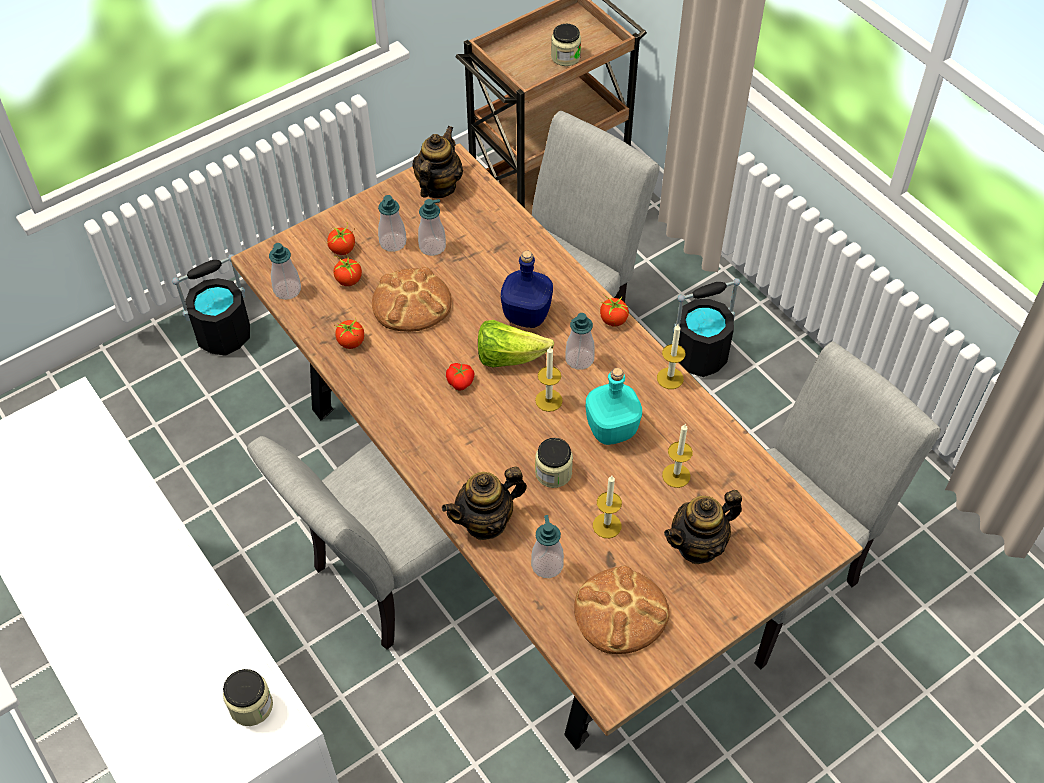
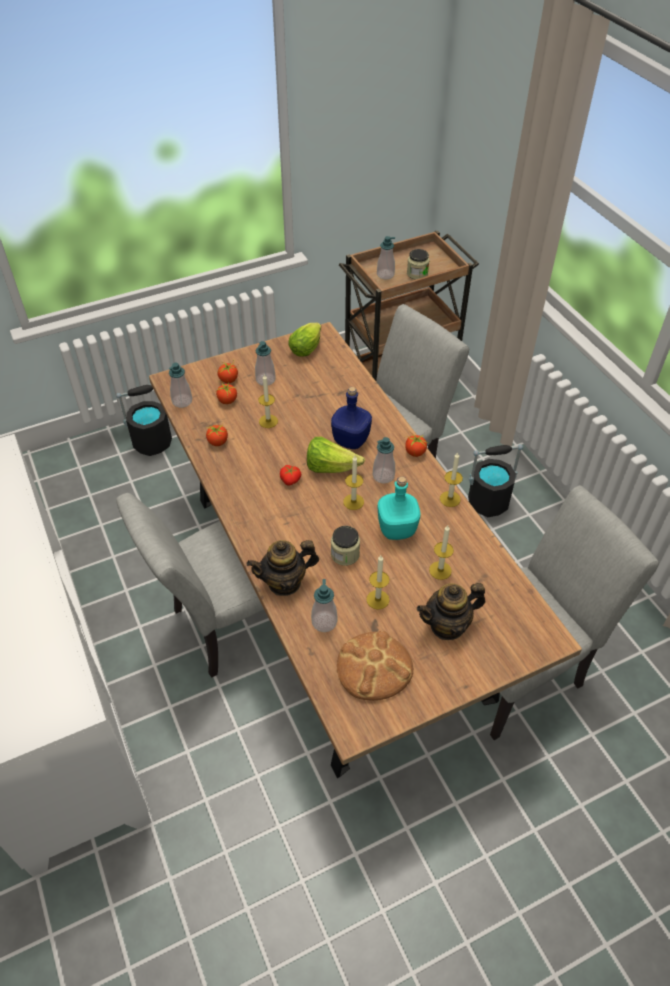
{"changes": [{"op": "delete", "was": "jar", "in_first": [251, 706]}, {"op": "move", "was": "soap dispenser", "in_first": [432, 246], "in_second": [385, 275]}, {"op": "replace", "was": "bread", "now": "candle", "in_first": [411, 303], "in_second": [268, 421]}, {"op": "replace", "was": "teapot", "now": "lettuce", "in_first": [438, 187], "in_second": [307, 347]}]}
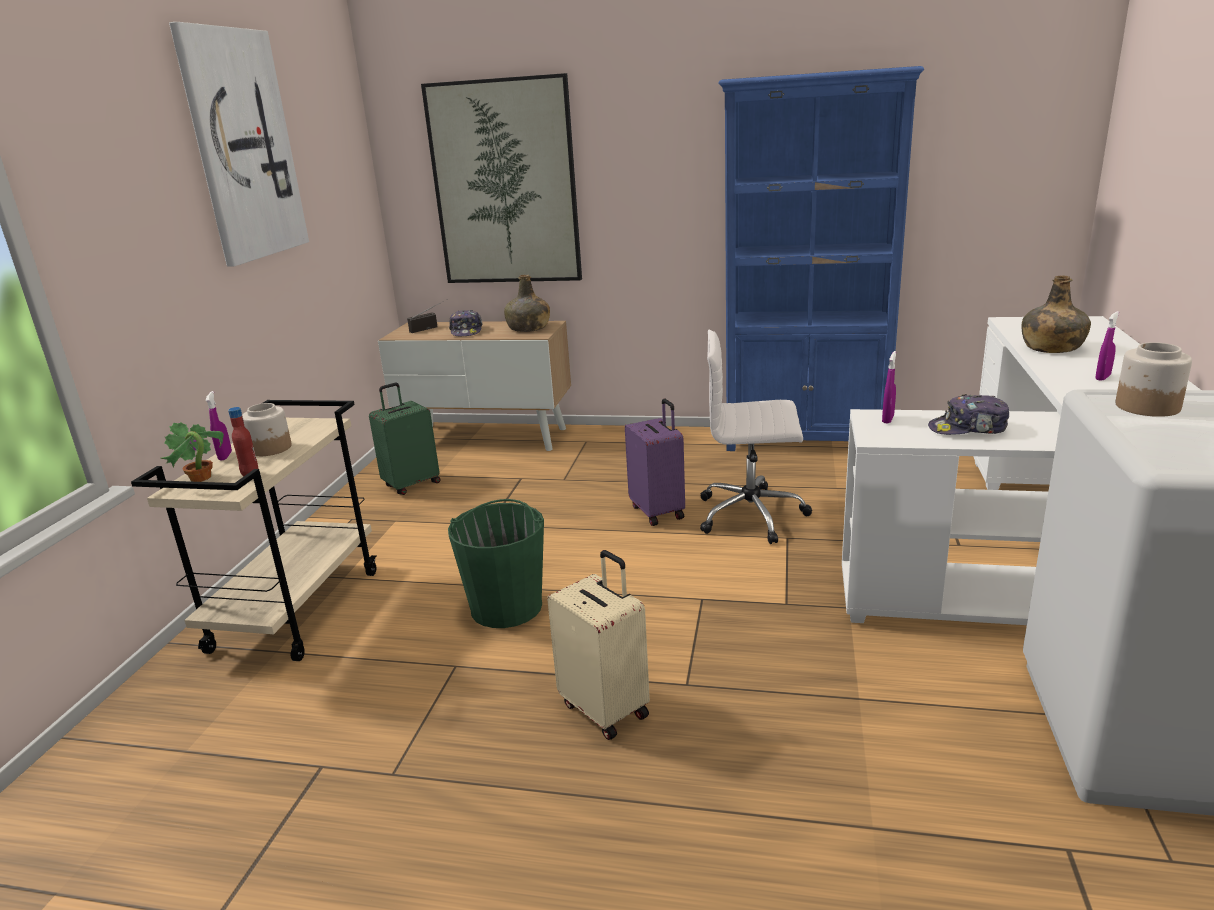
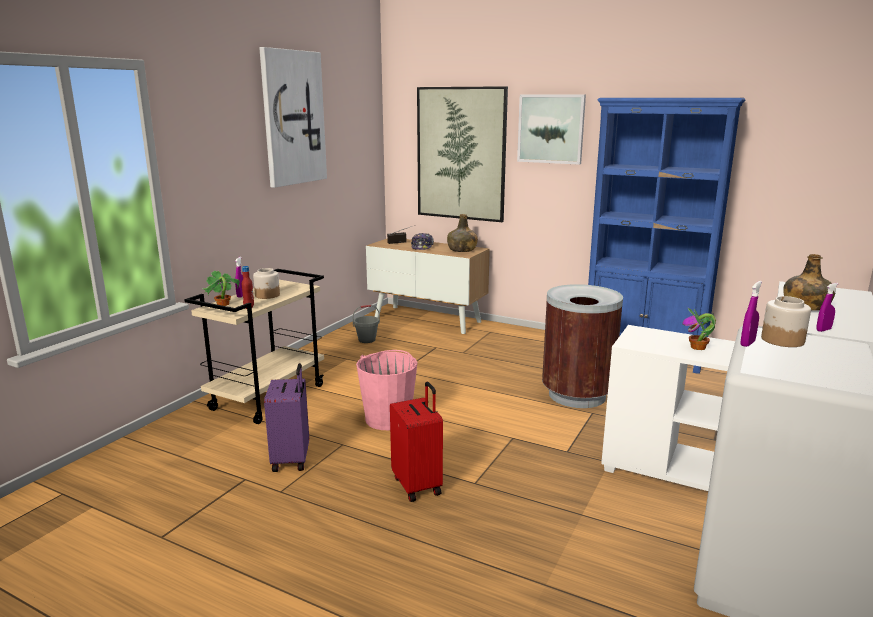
{"changes": [{"op": "insert", "now": "picture", "in_second": [551, 129]}, {"op": "move", "was": "purple suitcase", "in_first": [658, 512], "in_second": [292, 459]}, {"op": "move", "was": "purple spray bottle", "in_first": [888, 419], "in_second": [747, 343]}, {"op": "replace", "was": "green suitcase", "now": "grey bucket", "in_first": [411, 484], "in_second": [367, 340]}, {"op": "replace", "was": "white office chair", "now": "brown trash can", "in_first": [752, 515], "in_second": [576, 395]}, {"op": "replace", "was": "cap", "now": "potted plant", "in_first": [968, 429], "in_second": [698, 347]}, {"op": "recolor", "was": "green bucket", "now": "pink bucket", "in_first": [506, 606], "in_second": [388, 418]}, {"op": "recolor", "was": "beige suitcase", "now": "red suitcase", "in_first": [606, 709], "in_second": [418, 485]}]}
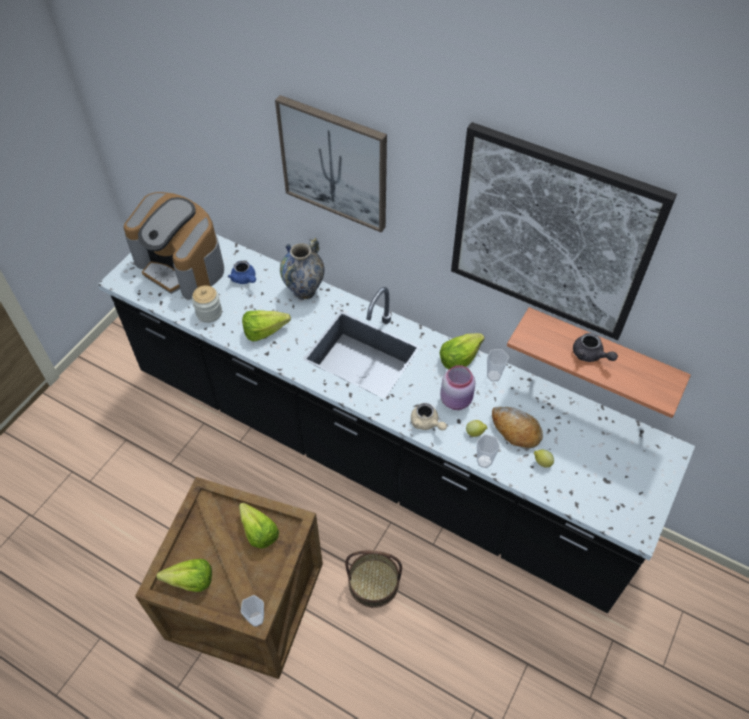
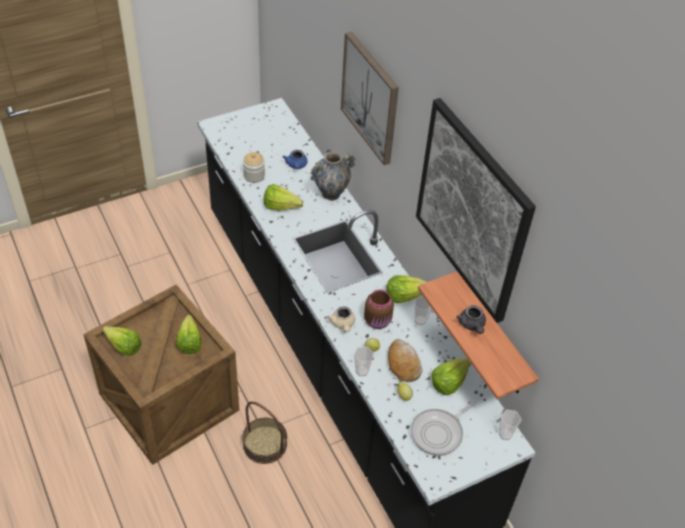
{"changes": [{"op": "delete", "was": "coffee machine", "in_first": [182, 265]}, {"op": "insert", "now": "frying pan", "in_second": [439, 433]}, {"op": "insert", "now": "lettuce", "in_second": [449, 381]}, {"op": "move", "was": "cup", "in_first": [256, 619], "in_second": [505, 434]}, {"op": "recolor", "was": "pink jar", "now": "brown jar", "in_first": [457, 400], "in_second": [378, 321]}]}
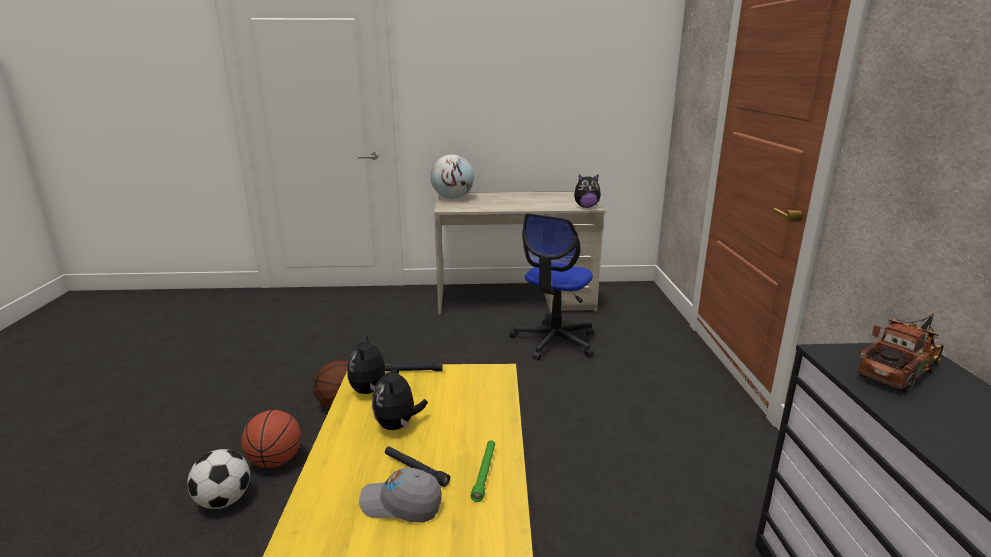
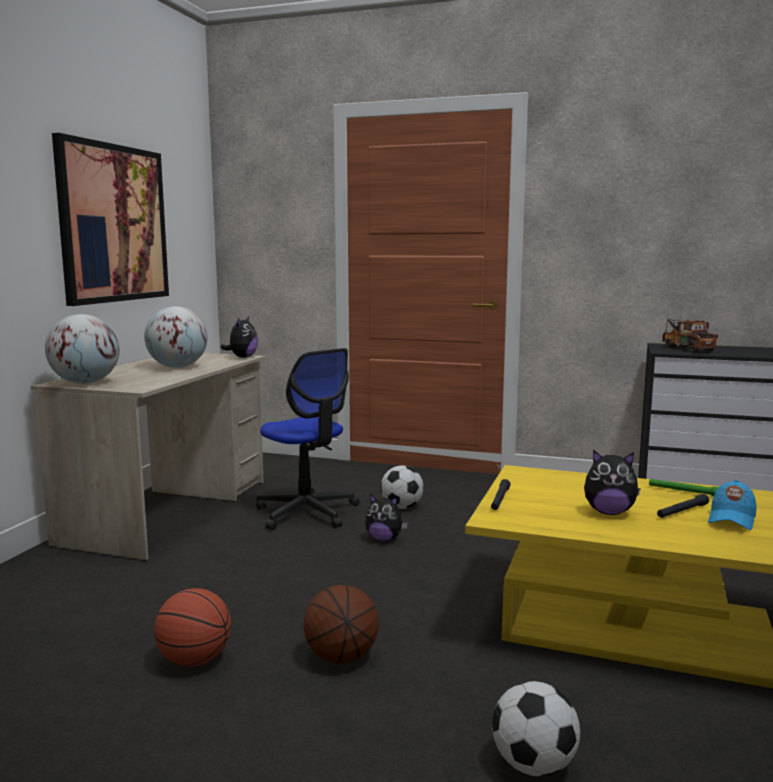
{"changes": [{"op": "insert", "now": "picture", "in_second": [114, 224]}, {"op": "insert", "now": "globe", "in_second": [177, 367]}, {"op": "insert", "now": "football", "in_second": [402, 507]}, {"op": "move", "was": "basketball", "in_first": [275, 461], "in_second": [194, 660]}, {"op": "move", "was": "plush toy", "in_first": [371, 390], "in_second": [384, 539]}, {"op": "recolor", "was": "grey cap", "now": "blue cap", "in_first": [401, 504], "in_second": [731, 519]}]}
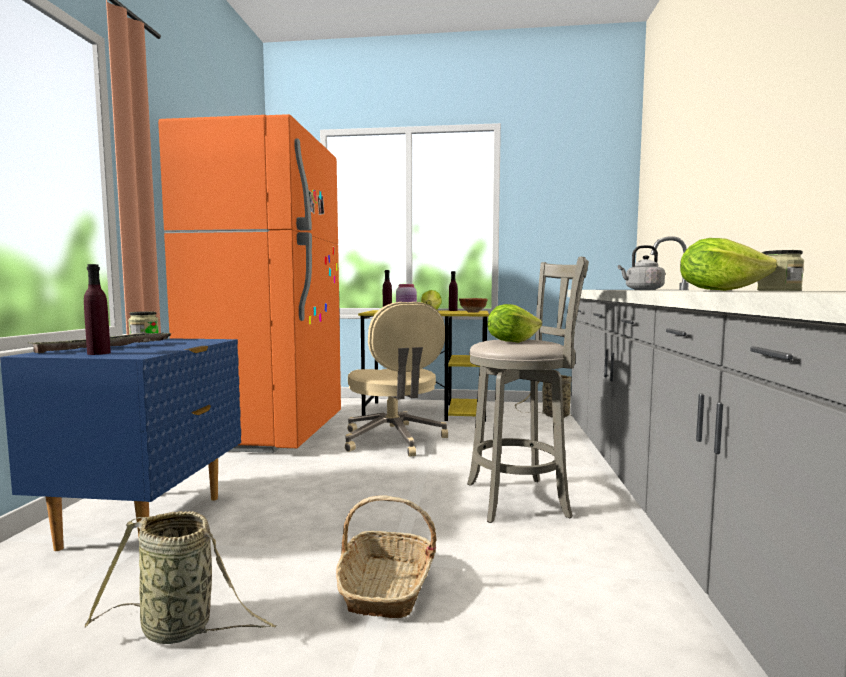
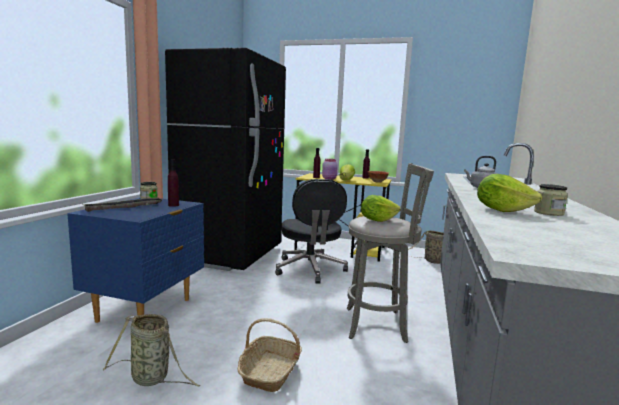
{"changes": [{"op": "move", "was": "purple bottle", "in_first": [99, 353], "in_second": [173, 205]}, {"op": "recolor", "was": "orange fridge", "now": "black fridge", "in_first": [268, 432], "in_second": [230, 254]}, {"op": "recolor", "was": "beige office chair", "now": "black office chair", "in_first": [394, 440], "in_second": [310, 269]}]}
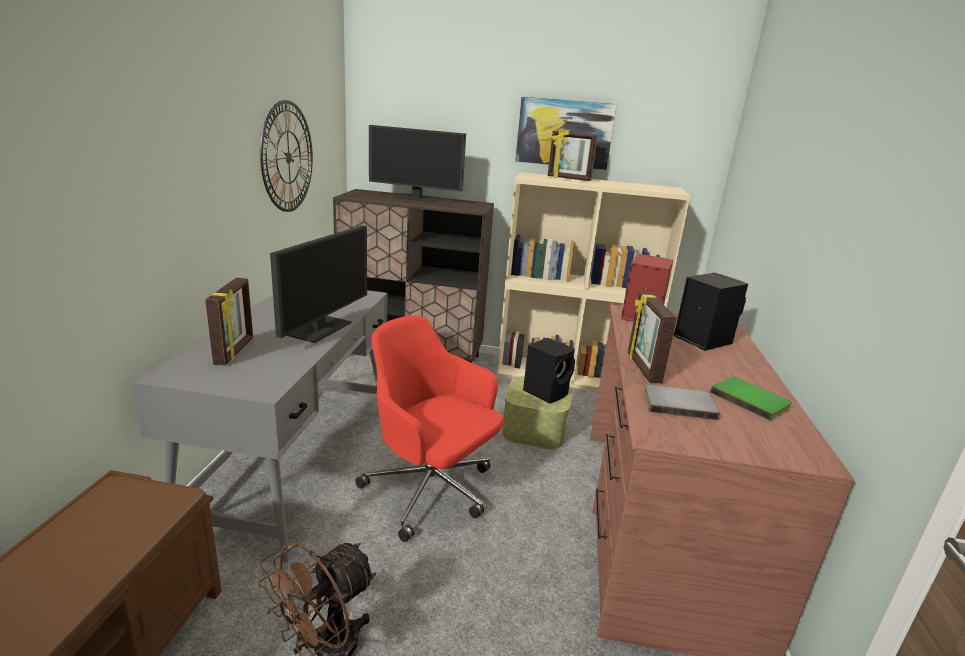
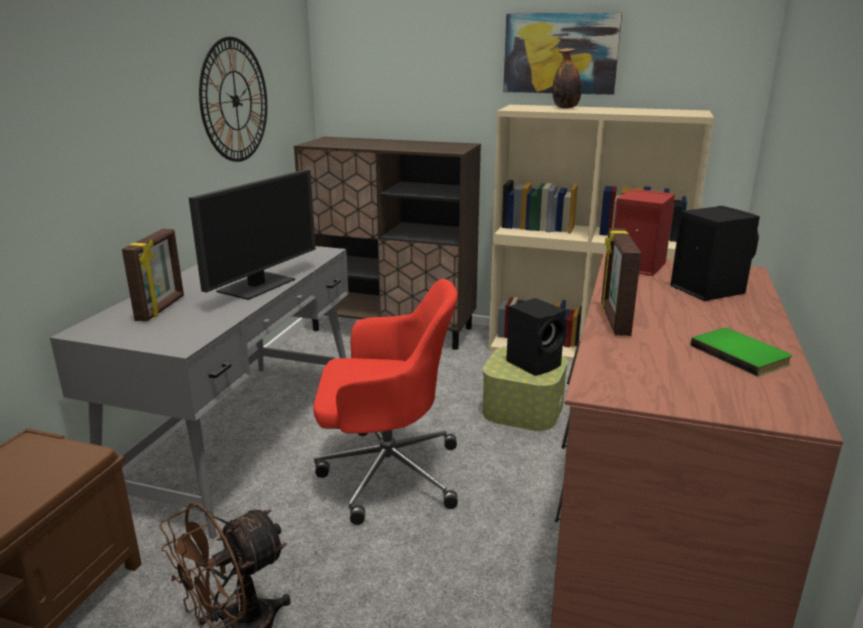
{"changes": [{"op": "delete", "was": "monitor", "in_first": [417, 198]}, {"op": "delete", "was": "grey book", "in_first": [678, 403]}, {"op": "replace", "was": "picture frame", "now": "bottle", "in_first": [568, 178], "in_second": [565, 108]}, {"op": "rotate", "was": "red office chair", "in_first": [431, 491], "in_second": [386, 473], "clockwise": 135}]}
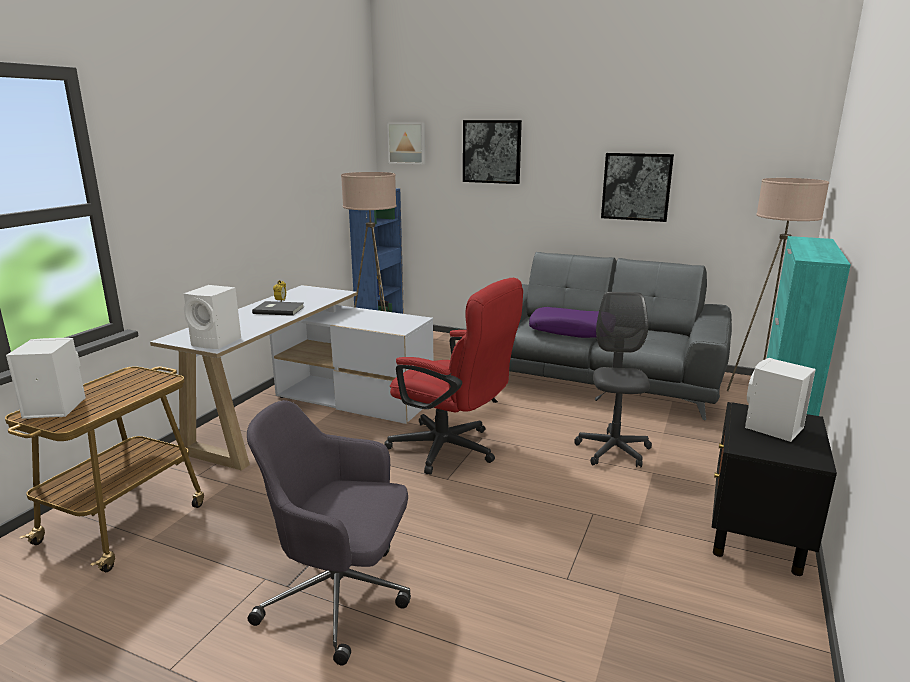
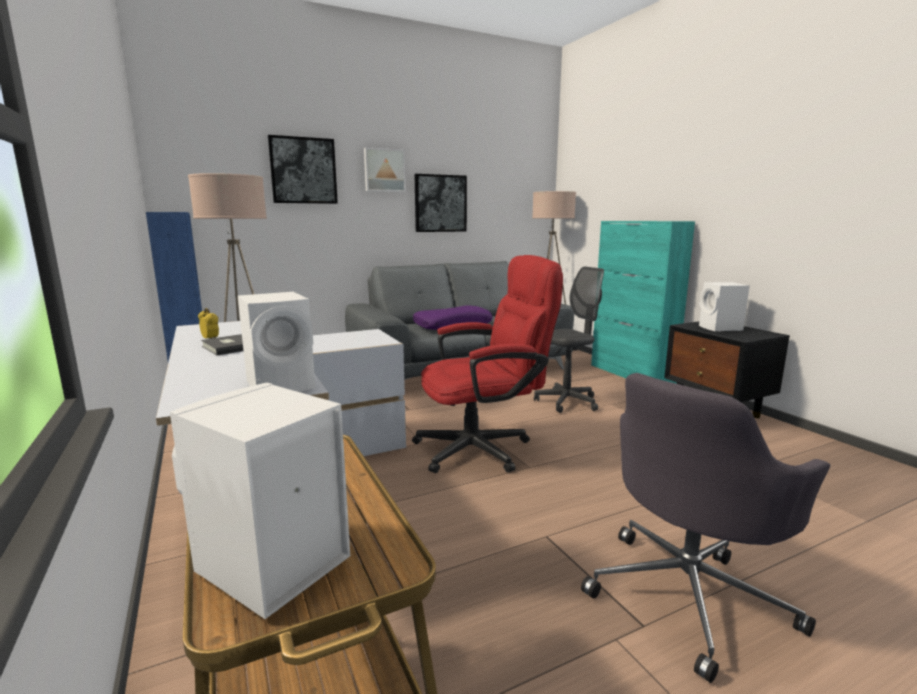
{"changes": [{"op": "move", "was": "picture", "in_first": [407, 143], "in_second": [384, 170]}, {"op": "rotate", "was": "grey office chair", "in_first": [613, 451], "in_second": [567, 402], "clockwise": 105}]}
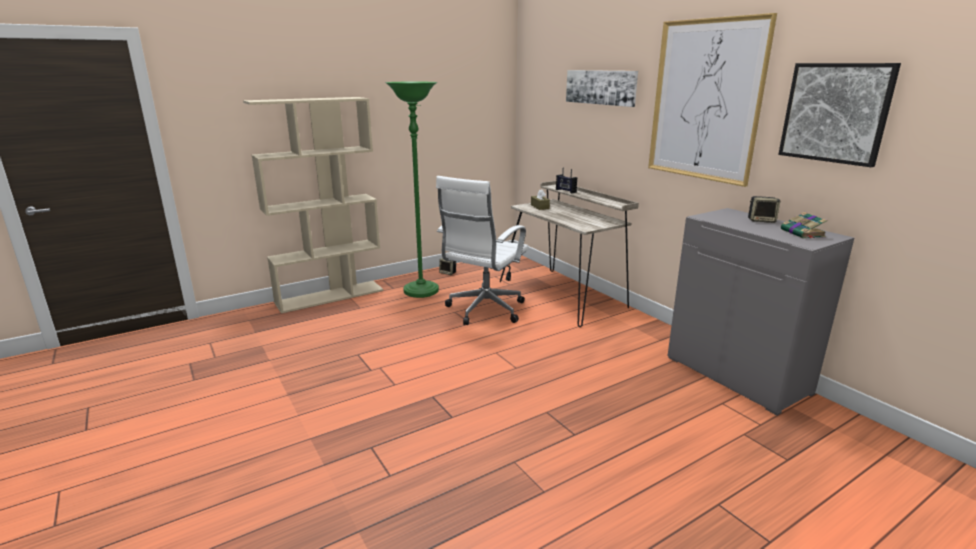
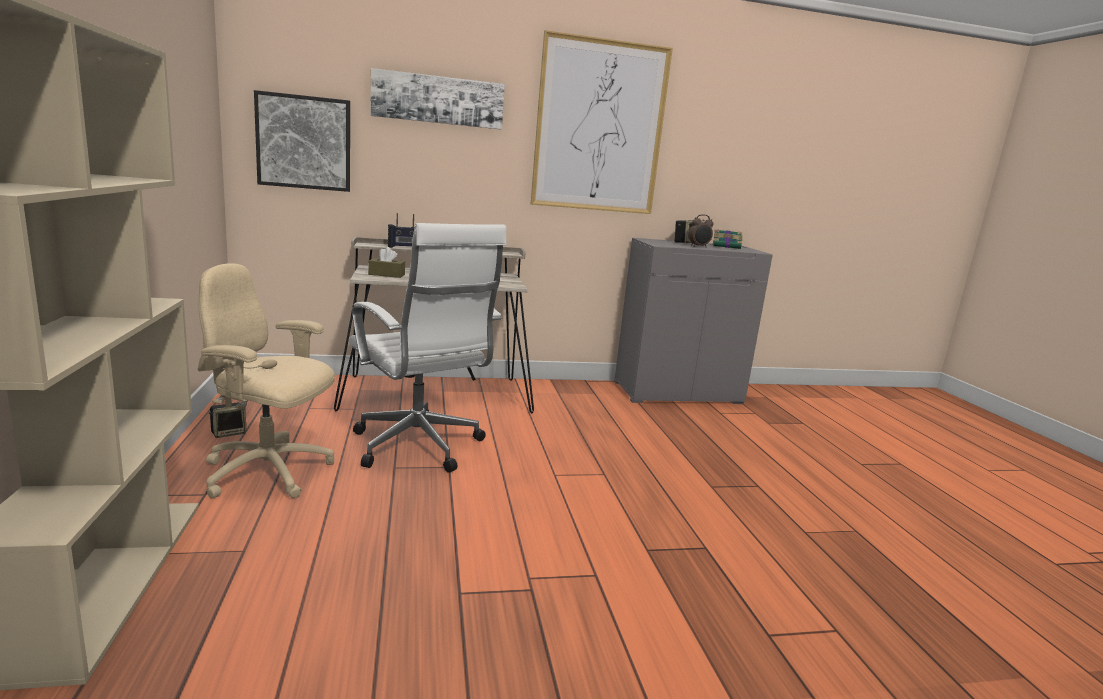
{"changes": [{"op": "insert", "now": "alarm clock", "in_second": [699, 247]}, {"op": "move", "was": "picture", "in_first": [835, 113], "in_second": [304, 142]}, {"op": "replace", "was": "green floor lamp", "now": "beige office chair", "in_first": [421, 291], "in_second": [269, 472]}]}
